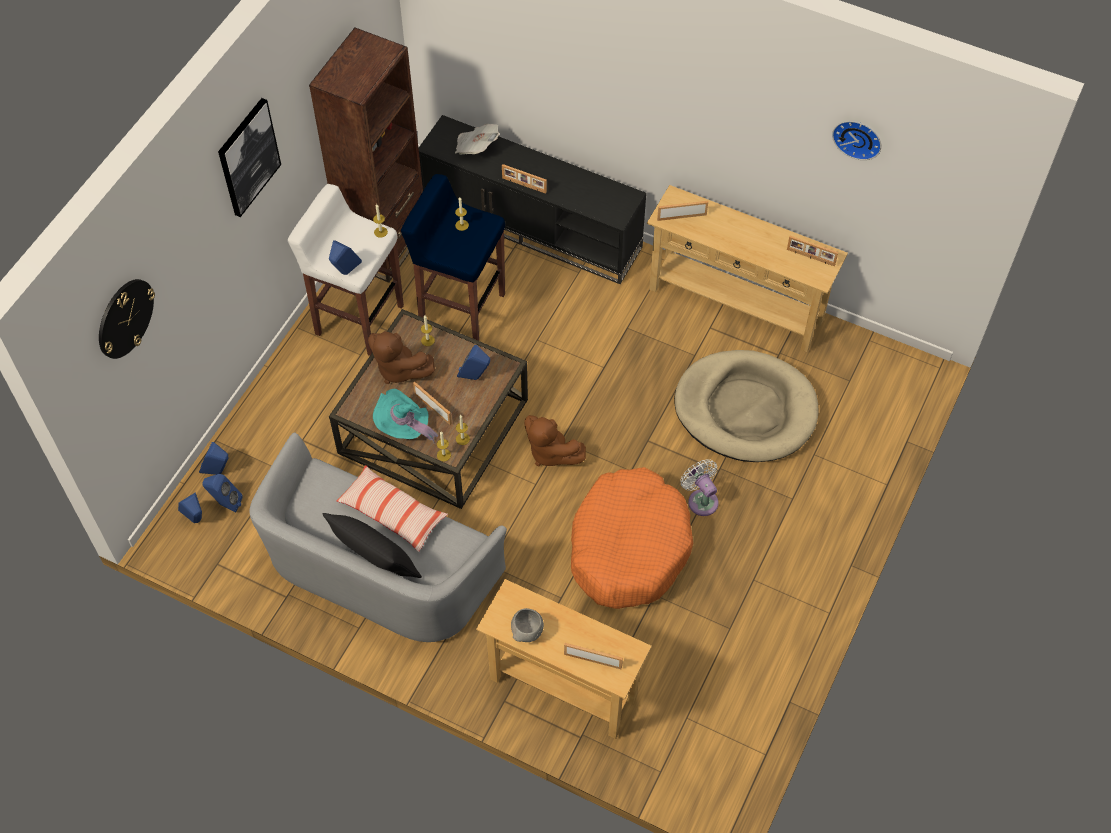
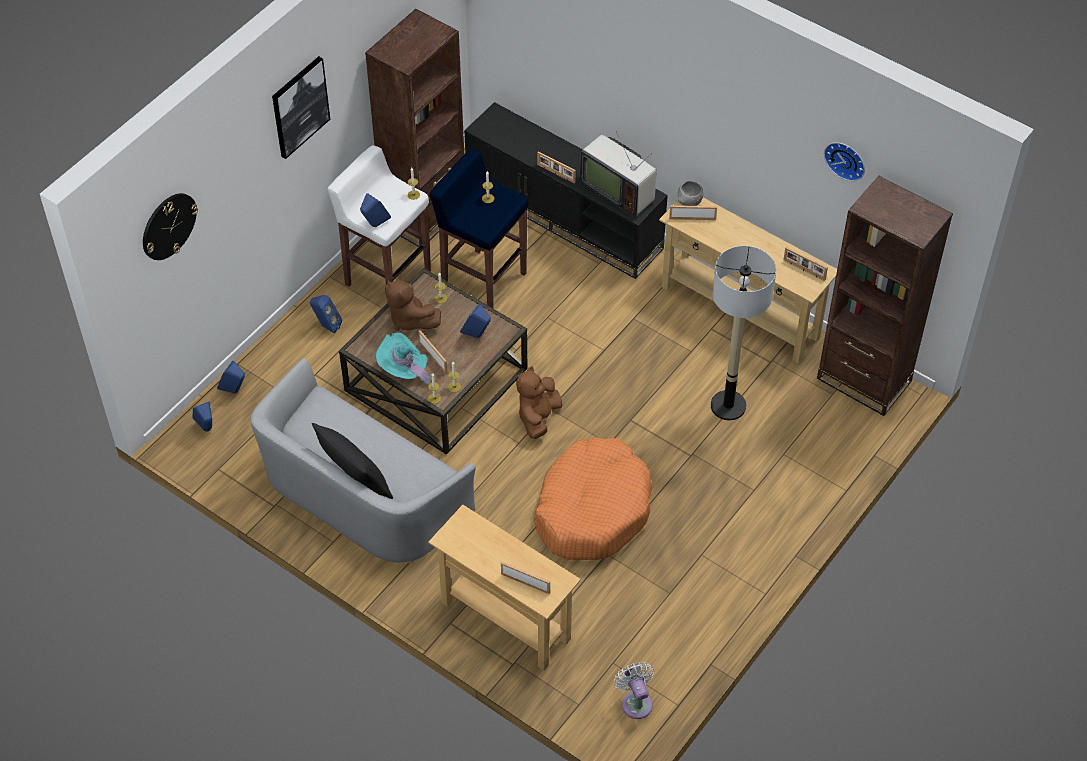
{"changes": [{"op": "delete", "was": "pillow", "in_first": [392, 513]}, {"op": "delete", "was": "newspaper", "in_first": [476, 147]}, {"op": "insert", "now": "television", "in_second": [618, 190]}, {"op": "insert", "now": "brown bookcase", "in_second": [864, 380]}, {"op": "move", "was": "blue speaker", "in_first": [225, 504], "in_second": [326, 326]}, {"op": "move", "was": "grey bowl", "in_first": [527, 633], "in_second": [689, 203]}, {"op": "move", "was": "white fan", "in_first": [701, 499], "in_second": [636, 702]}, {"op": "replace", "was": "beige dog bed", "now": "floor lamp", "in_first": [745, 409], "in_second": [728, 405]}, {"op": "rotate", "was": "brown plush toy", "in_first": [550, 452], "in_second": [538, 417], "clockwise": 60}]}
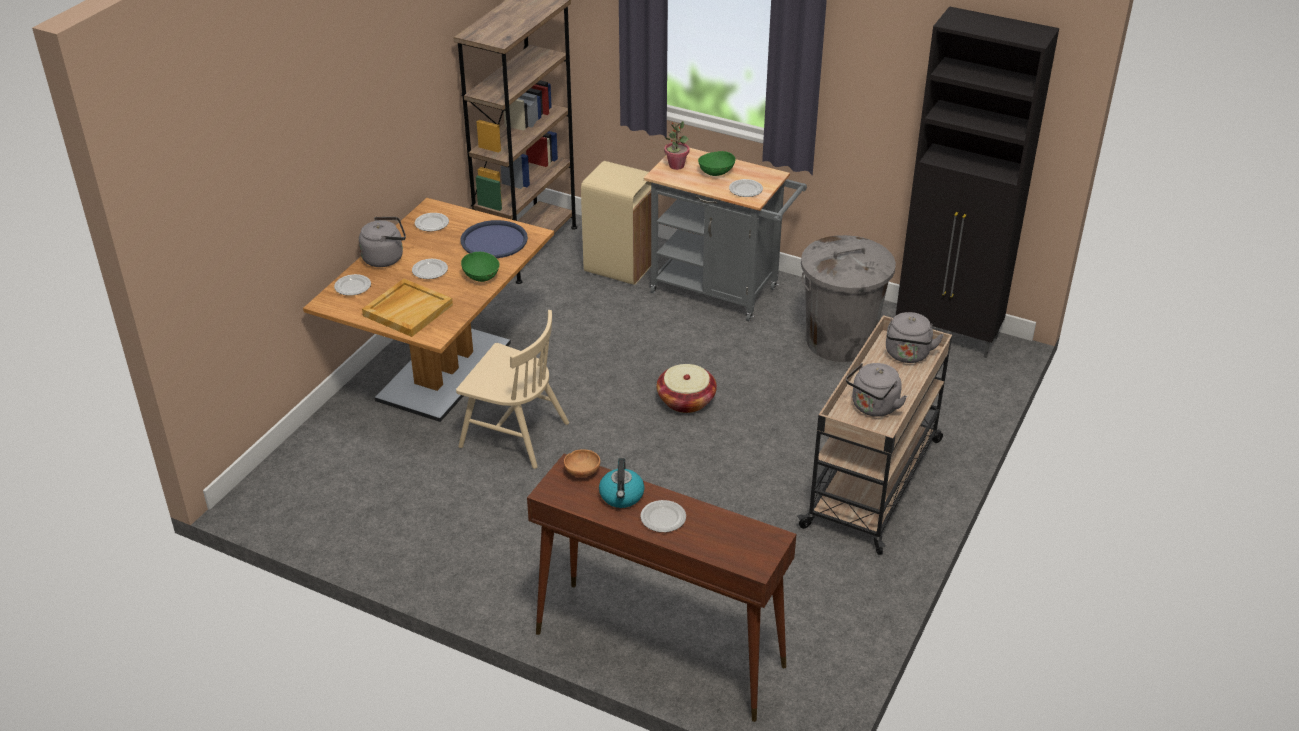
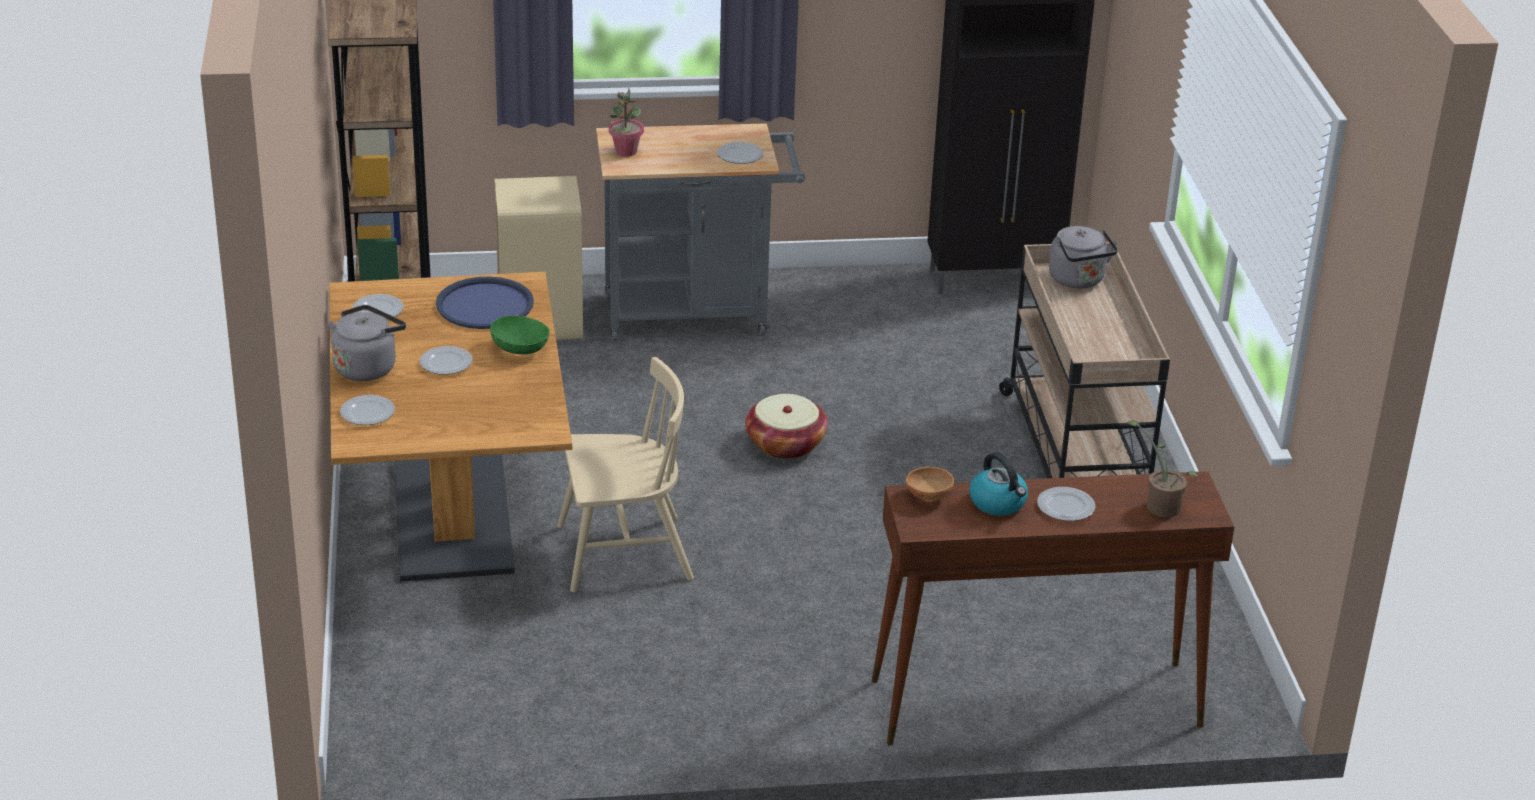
{"changes": [{"op": "delete", "was": "beige tray", "in_first": [408, 310]}, {"op": "delete", "was": "green bowl", "in_first": [716, 172]}, {"op": "delete", "was": "grey trash can", "in_first": [840, 341]}, {"op": "delete", "was": "grey kettle", "in_first": [873, 407]}, {"op": "insert", "now": "potted plant", "in_second": [1159, 505]}]}
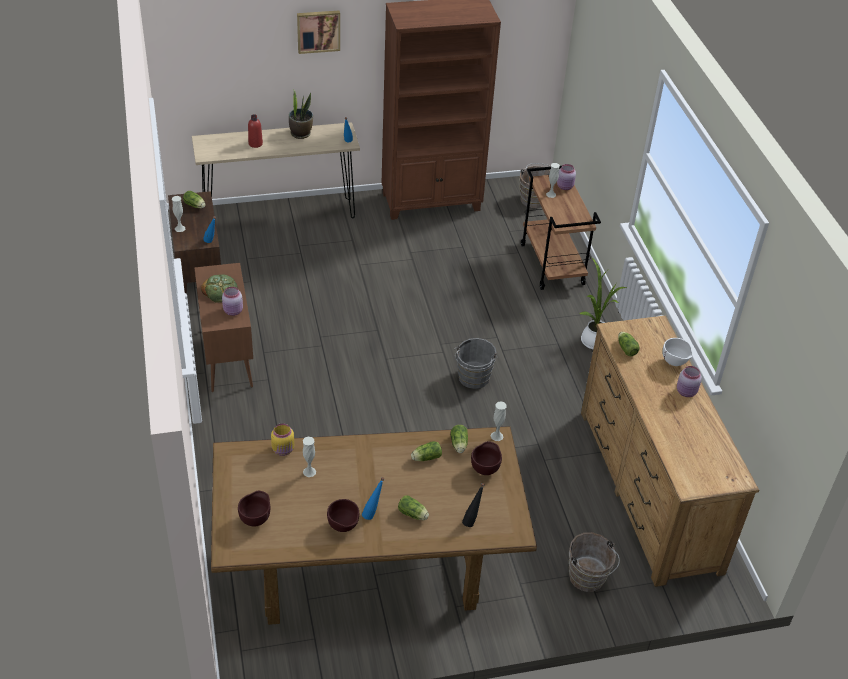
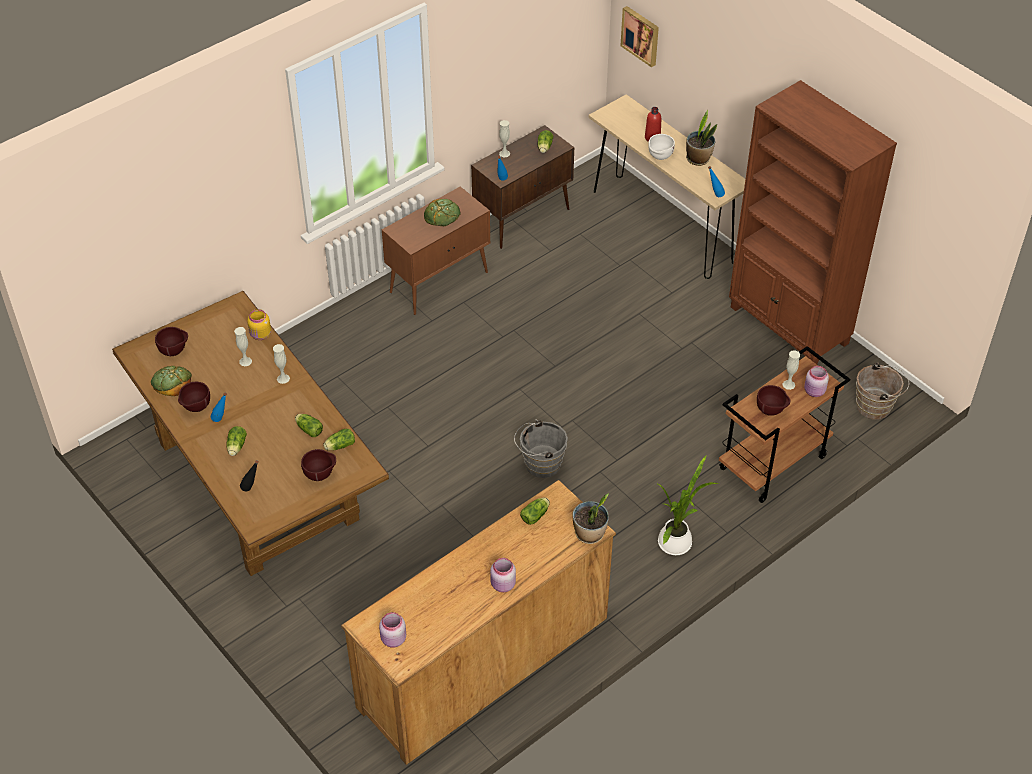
{"changes": [{"op": "delete", "was": "brown bucket", "in_first": [588, 579]}, {"op": "insert", "now": "bread", "in_second": [172, 382]}, {"op": "insert", "now": "potted plant", "in_second": [589, 534]}, {"op": "insert", "now": "brown bowl", "in_second": [771, 411]}, {"op": "move", "was": "pink jar", "in_first": [233, 311], "in_second": [393, 640]}, {"op": "move", "was": "picture", "in_first": [318, 31], "in_second": [641, 35]}, {"op": "move", "was": "white vase", "in_first": [497, 436], "in_second": [283, 378]}, {"op": "move", "was": "white bowl", "in_first": [675, 363], "in_second": [659, 158]}]}
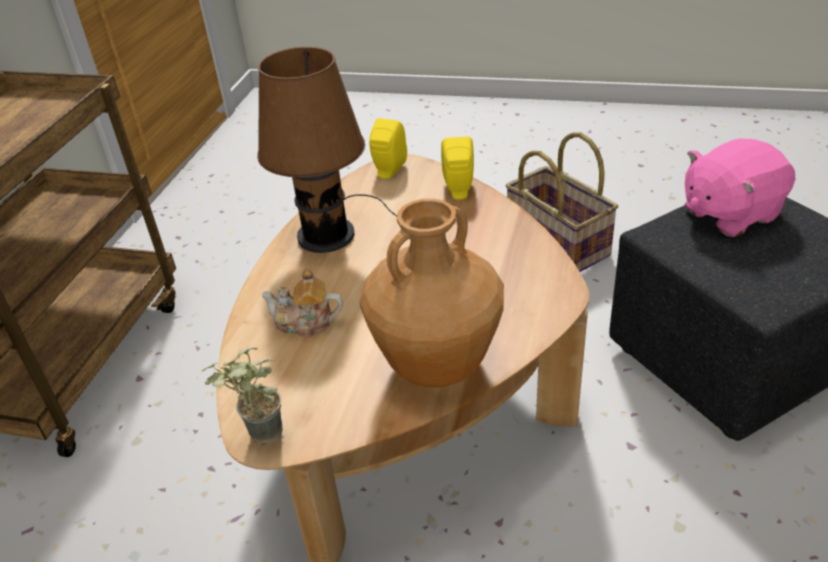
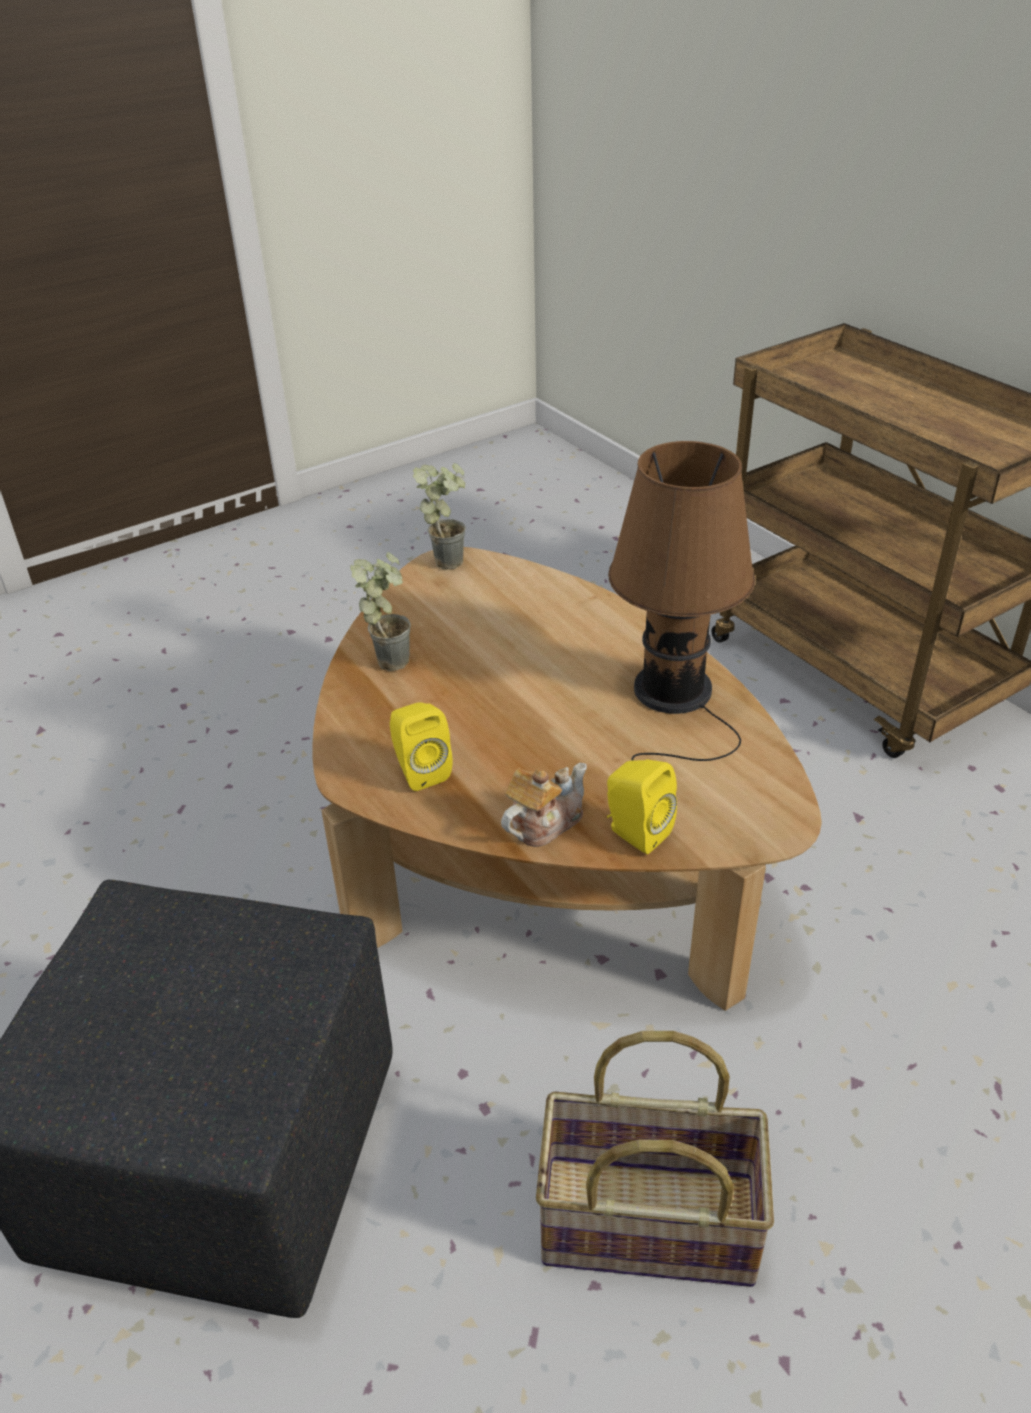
{"changes": [{"op": "delete", "was": "pink plush toy", "in_first": [729, 214]}, {"op": "move", "was": "teapot", "in_first": [305, 323], "in_second": [544, 822]}, {"op": "move", "was": "yellow speaker", "in_first": [388, 171], "in_second": [420, 771]}, {"op": "replace", "was": "brown vase", "now": "potted plant", "in_first": [436, 366], "in_second": [390, 657]}]}
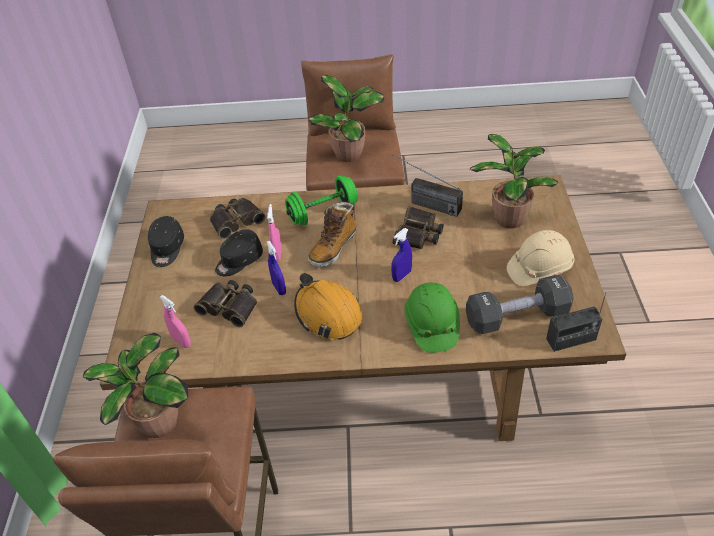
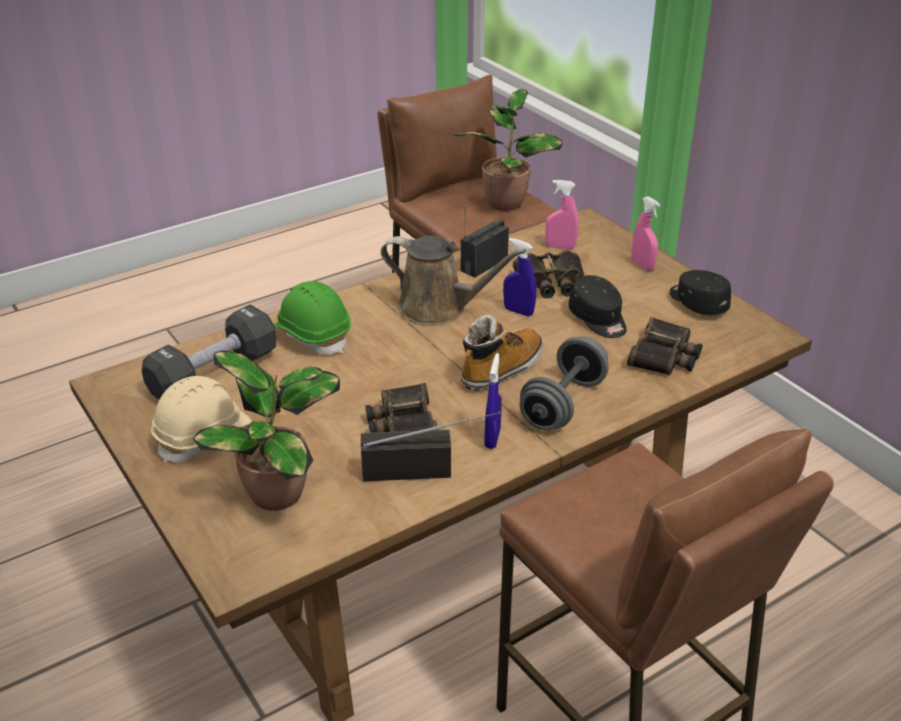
{"changes": [{"op": "delete", "was": "potted plant", "in_first": [350, 154]}, {"op": "move", "was": "pink spray bottle", "in_first": [277, 254], "in_second": [642, 266]}, {"op": "move", "was": "blue spray bottle", "in_first": [401, 275], "in_second": [492, 438]}, {"op": "move", "was": "radio", "in_first": [571, 339], "in_second": [484, 264]}, {"op": "replace", "was": "orange hard hat", "now": "brown watering can", "in_first": [328, 314], "in_second": [438, 308]}, {"op": "recolor", "was": "green dumbbell", "now": "grey dumbbell", "in_first": [323, 213], "in_second": [563, 404]}, {"op": "rotate", "was": "black cap", "in_first": [239, 261], "in_second": [598, 319], "clockwise": 135}, {"op": "rotate", "was": "boot", "in_first": [333, 247], "in_second": [501, 369], "clockwise": 45}]}
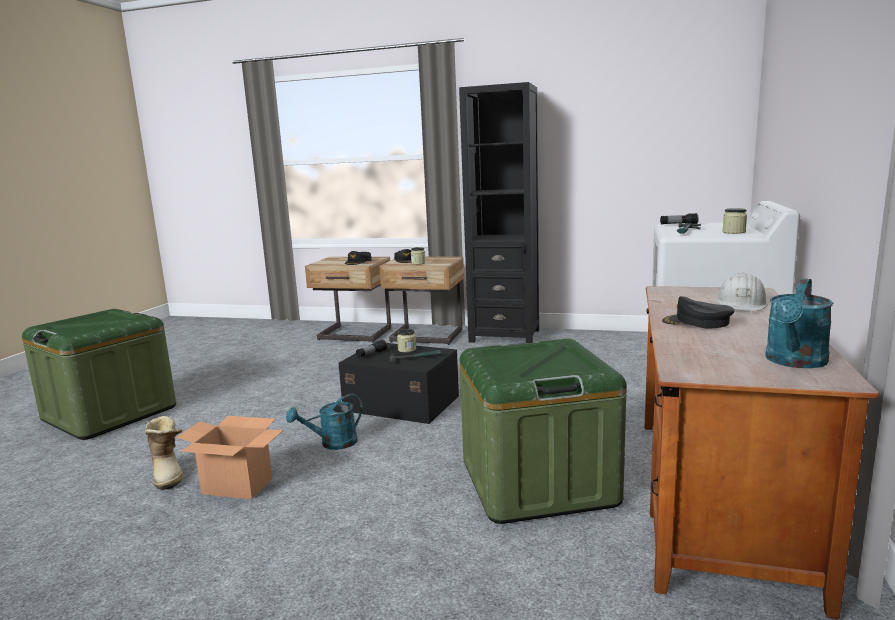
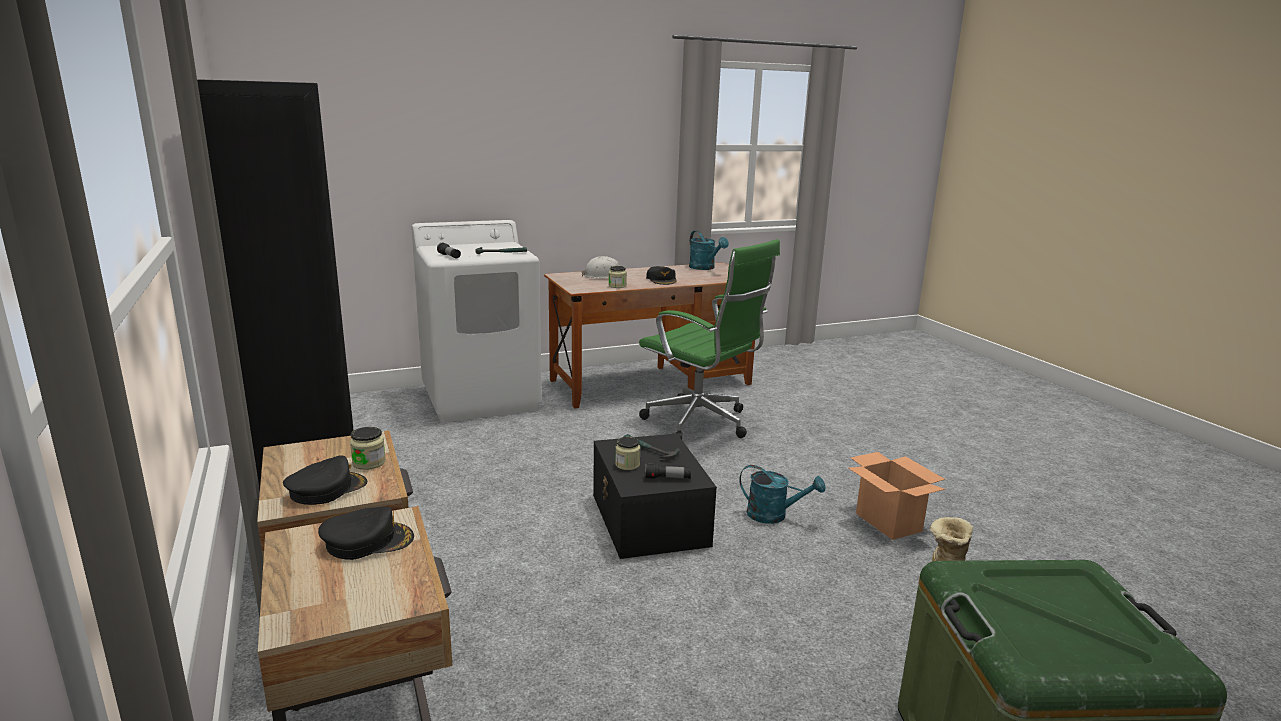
{"changes": [{"op": "move", "was": "jar", "in_first": [733, 232], "in_second": [617, 286]}, {"op": "replace", "was": "green storage box", "now": "green office chair", "in_first": [537, 482], "in_second": [701, 423]}, {"op": "rotate", "was": "turquoise watering can", "in_first": [794, 362], "in_second": [705, 268], "clockwise": 60}]}
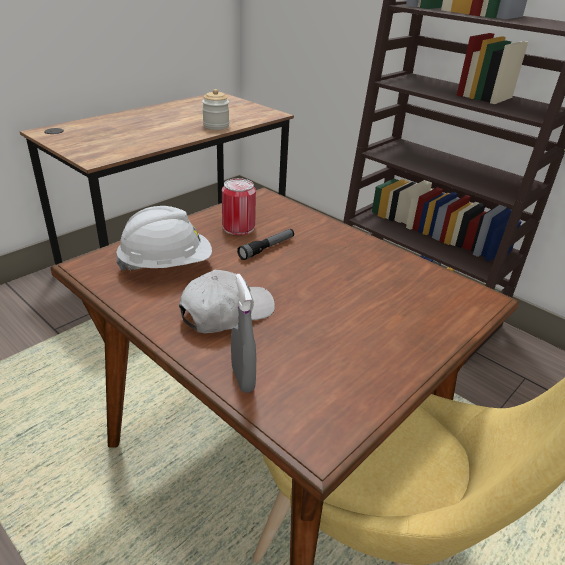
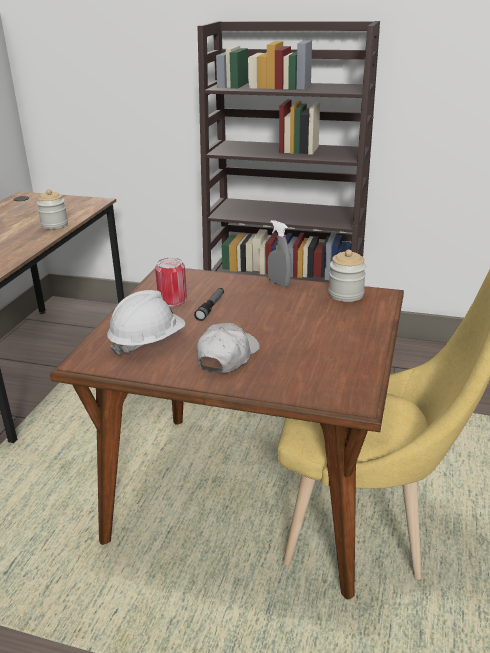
{"changes": [{"op": "insert", "now": "jar", "in_second": [346, 294]}, {"op": "move", "was": "grey spray bottle", "in_first": [243, 379], "in_second": [279, 283]}]}
